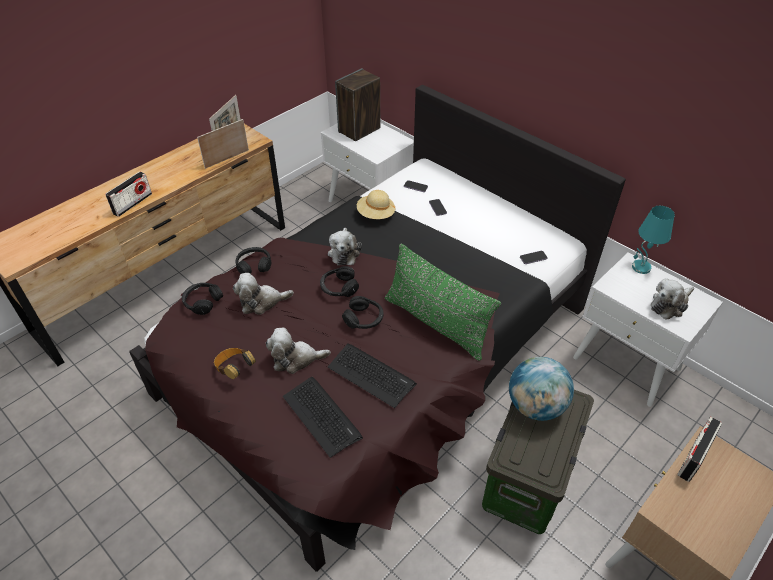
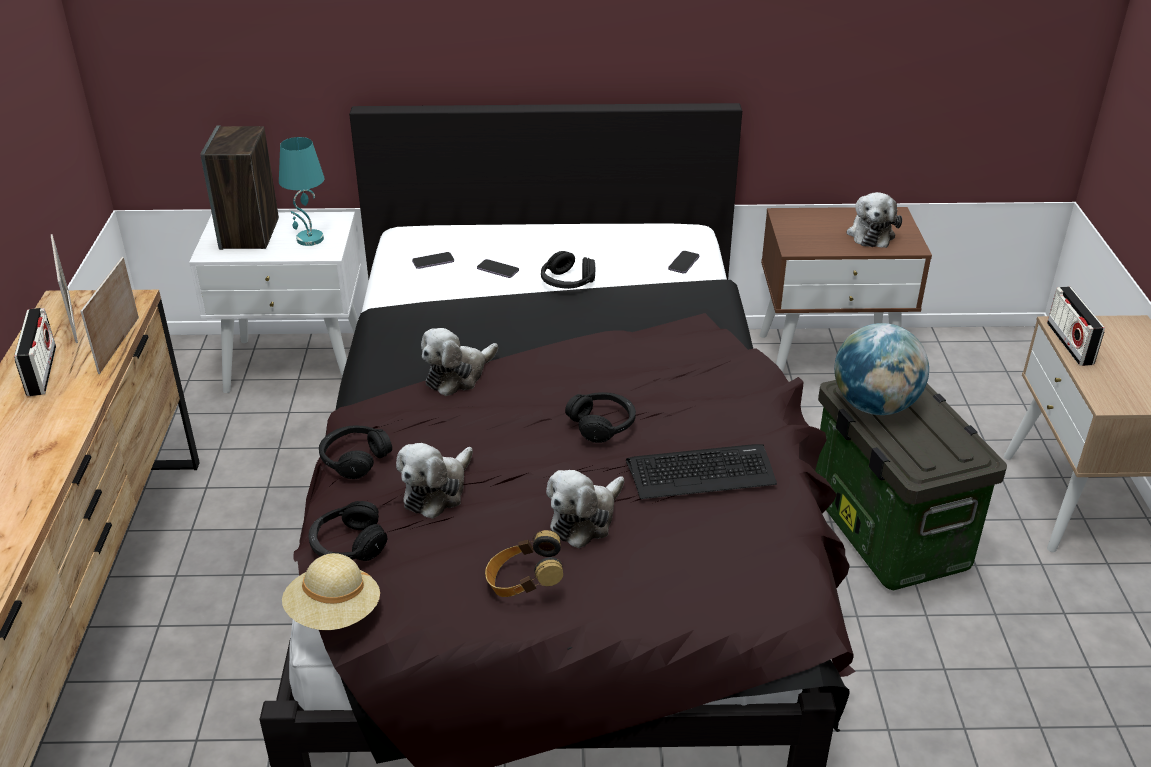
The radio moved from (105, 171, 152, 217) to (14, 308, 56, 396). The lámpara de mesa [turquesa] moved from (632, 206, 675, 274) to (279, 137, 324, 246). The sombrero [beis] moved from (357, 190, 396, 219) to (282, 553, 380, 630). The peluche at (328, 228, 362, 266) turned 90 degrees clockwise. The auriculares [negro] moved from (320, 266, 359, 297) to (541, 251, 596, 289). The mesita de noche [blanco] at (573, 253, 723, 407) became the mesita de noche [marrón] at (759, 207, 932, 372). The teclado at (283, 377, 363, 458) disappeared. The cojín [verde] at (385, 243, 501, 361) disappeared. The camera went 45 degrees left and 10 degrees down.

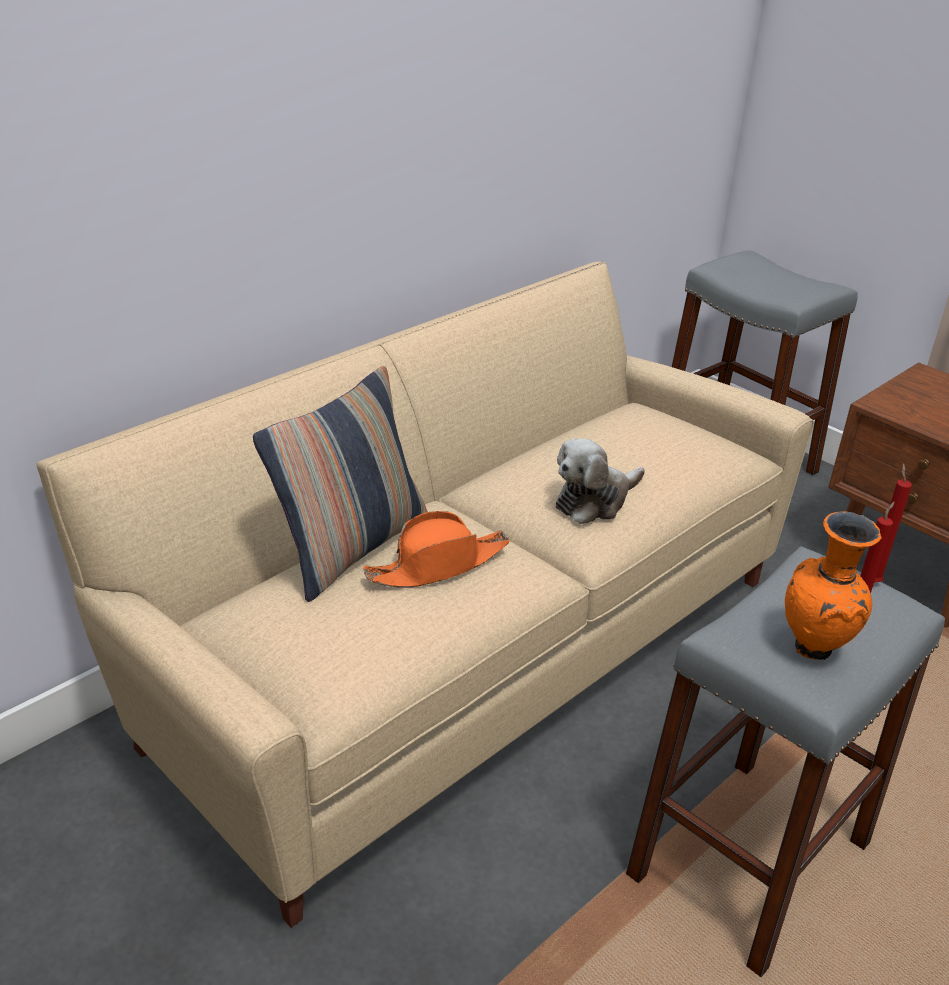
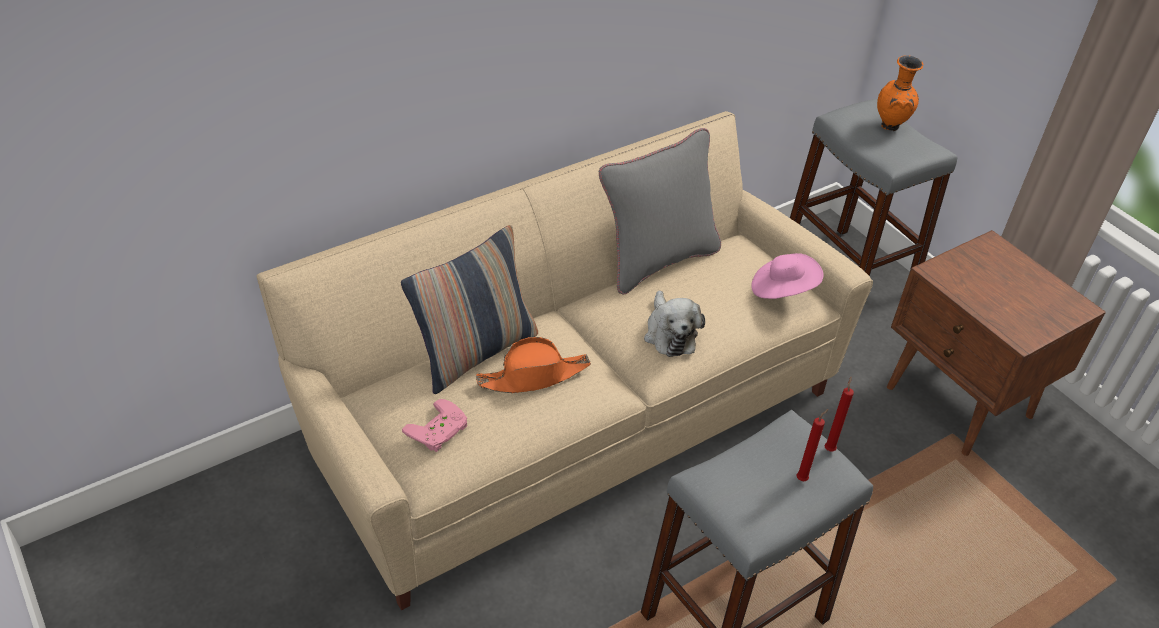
The mando de consola [rosa] at (402, 399, 467, 452) appeared. The cojín [gris] at (599, 128, 721, 294) appeared. The peluche at (556, 439, 645, 524) turned 75 degrees counterclockwise. The sombrero [rosa] at (751, 253, 824, 299) appeared. The florero [naranja] moved from (785, 511, 881, 660) to (877, 55, 923, 131). The camera went 10 degrees right and 10 degrees up.

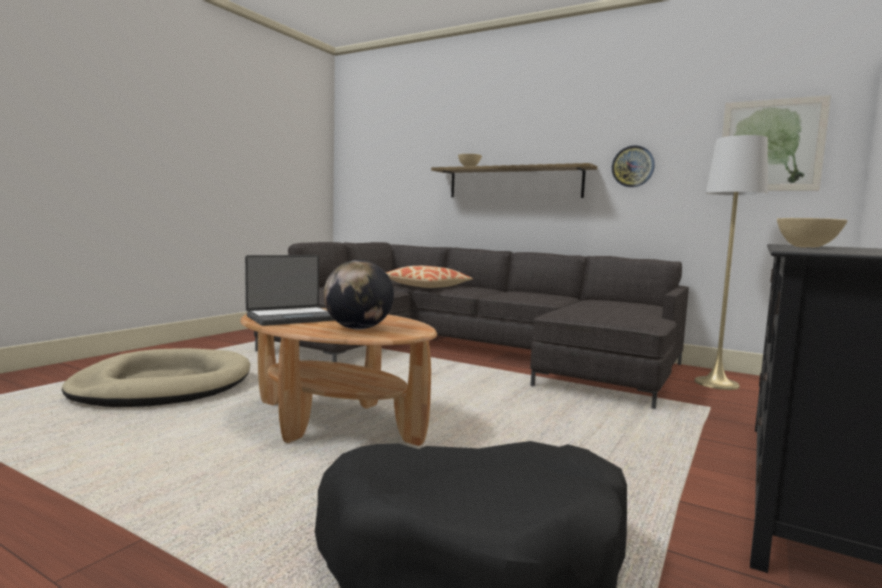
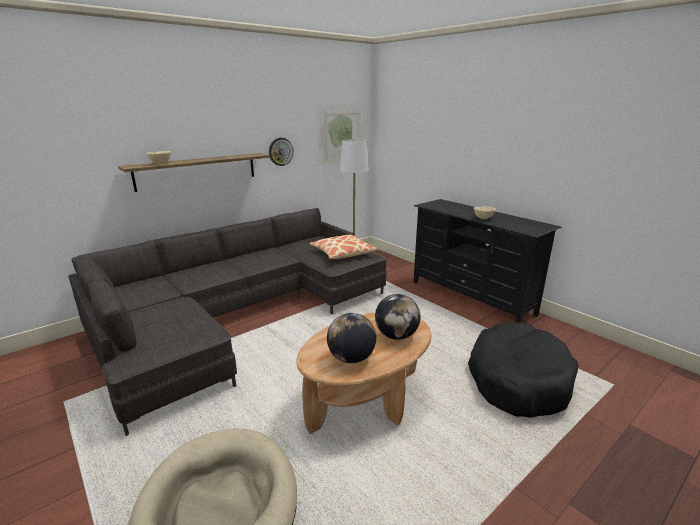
The cojín moved from (386, 266, 473, 288) to (310, 235, 378, 259). The portátil at (245, 255, 335, 326) was replaced by the globo terráqueo at (327, 313, 376, 363). The camera went 70 degrees left and 15 degrees up.

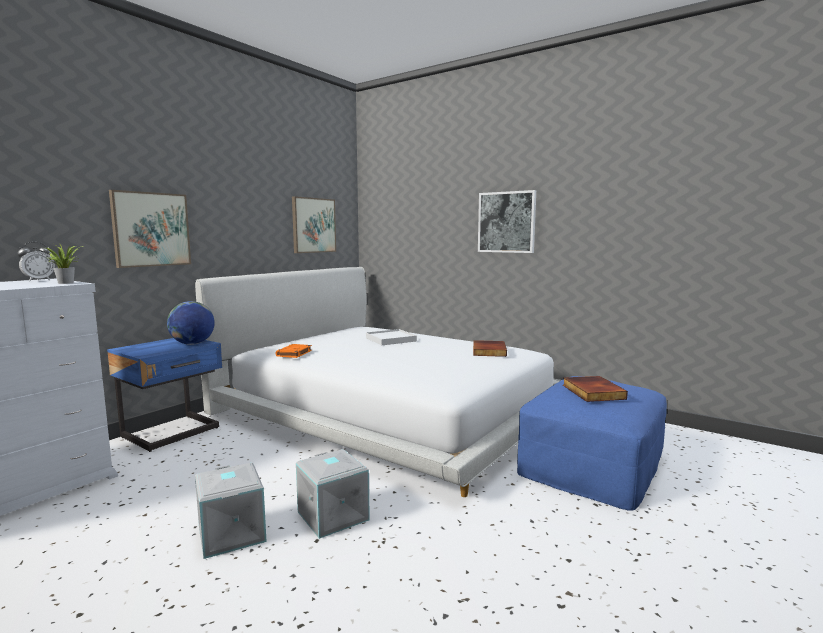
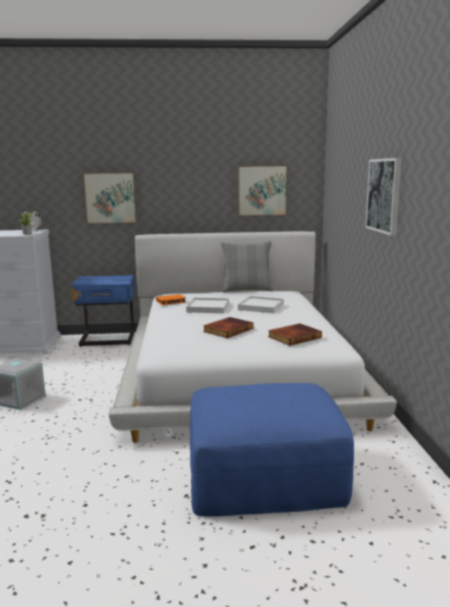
The bandeja [blanco] at (186, 298, 229, 313) appeared. The libro moved from (563, 376, 628, 402) to (203, 317, 253, 338). The cojín [gris] at (221, 241, 273, 292) appeared. The globo terráqueo at (167, 301, 215, 345) disappeared. The caja de almacenaje [gris] at (296, 449, 370, 539) disappeared. The camera went 50 degrees right and 5 degrees up.

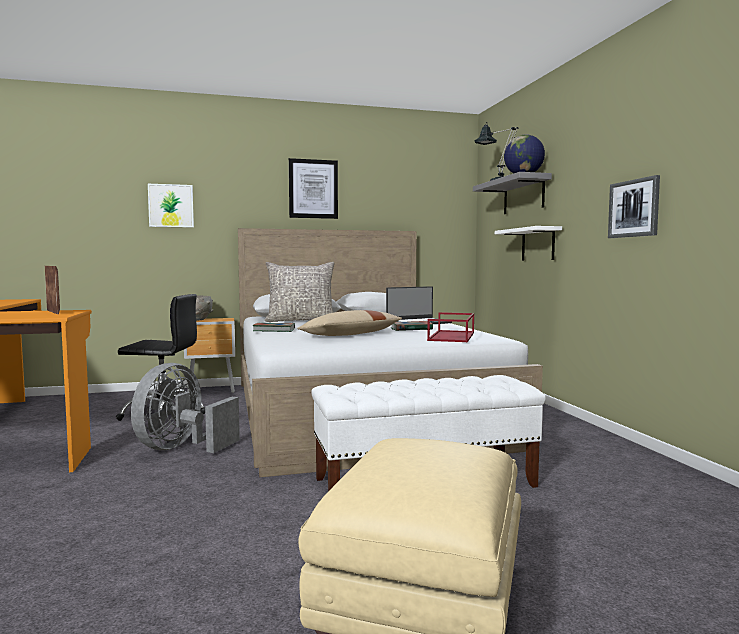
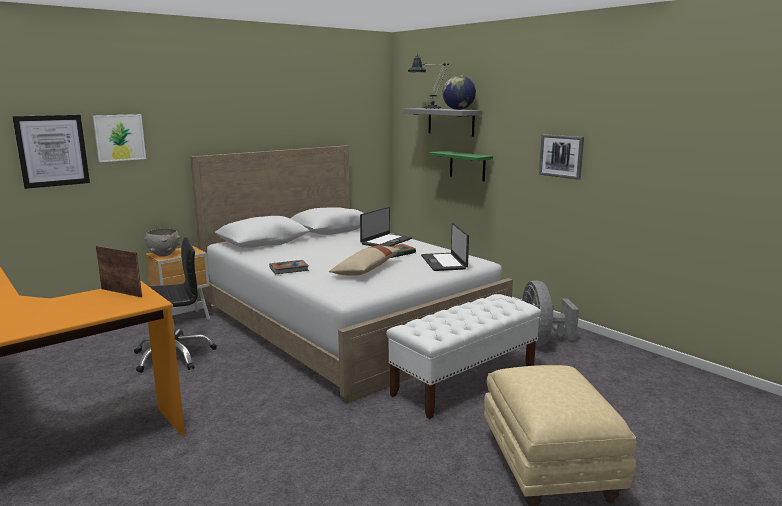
The cuadro moved from (289, 158, 338, 219) to (12, 115, 90, 189). The bandeja [rojo] at (427, 312, 474, 342) was replaced by the portátil at (421, 223, 469, 271). The estante [blanco] at (495, 226, 562, 260) became the estante [verde] at (429, 151, 493, 181). The ventilador [gris] moved from (131, 363, 240, 453) to (521, 280, 579, 345). The cojín [gris] at (264, 262, 334, 322) disappeared. The camera went 25 degrees left and 10 degrees up.

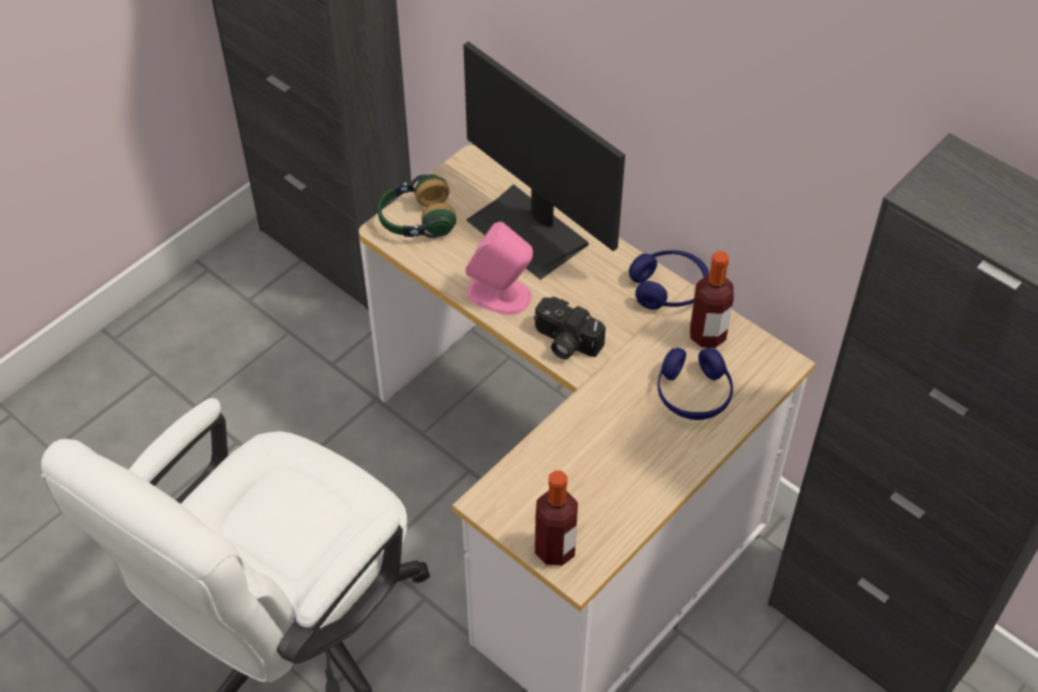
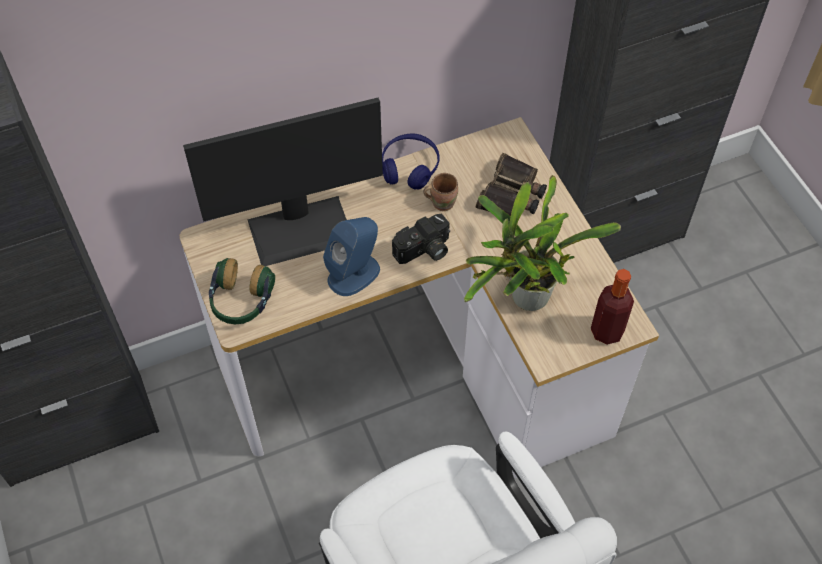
The altavoz [rosa] at (466, 222, 533, 315) became the altavoz [azul] at (323, 217, 380, 296). The taza grande [marrón] at (424, 173, 458, 211) appeared. The planta en maceta at (464, 175, 621, 311) appeared. The auriculares [azul] at (658, 348, 733, 420) was replaced by the prismáticos at (476, 153, 547, 217). The botella at (690, 251, 734, 348) disappeared. The camera went 65 degrees left and 5 degrees up.

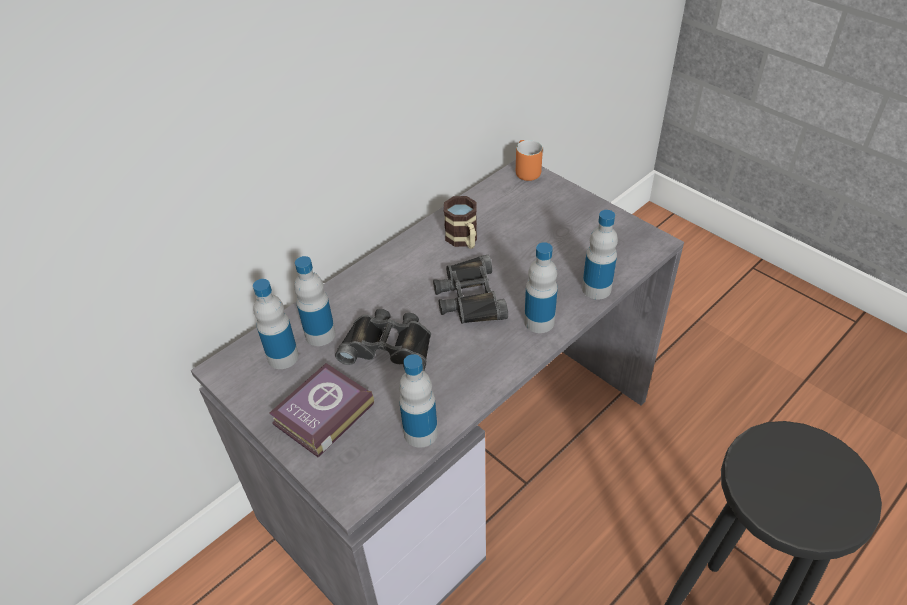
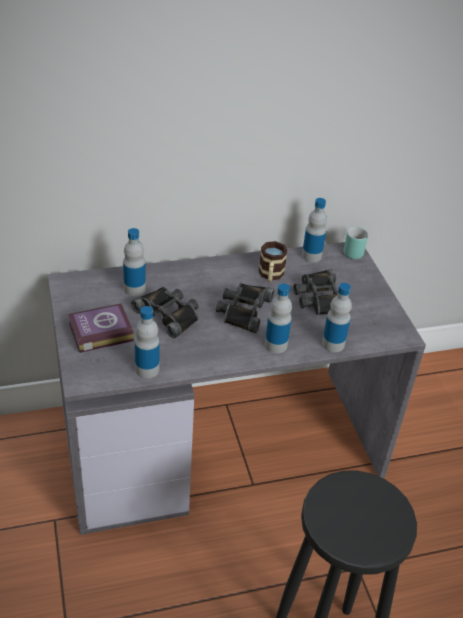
The prismáticos [negro] at (294, 269, 351, 315) appeared. The botella moved from (253, 279, 299, 369) to (302, 198, 327, 262). The taza grande [naranja] at (516, 140, 543, 181) became the taza grande [turquesa] at (344, 227, 368, 259). The camera went 25 degrees right and 5 degrees down.

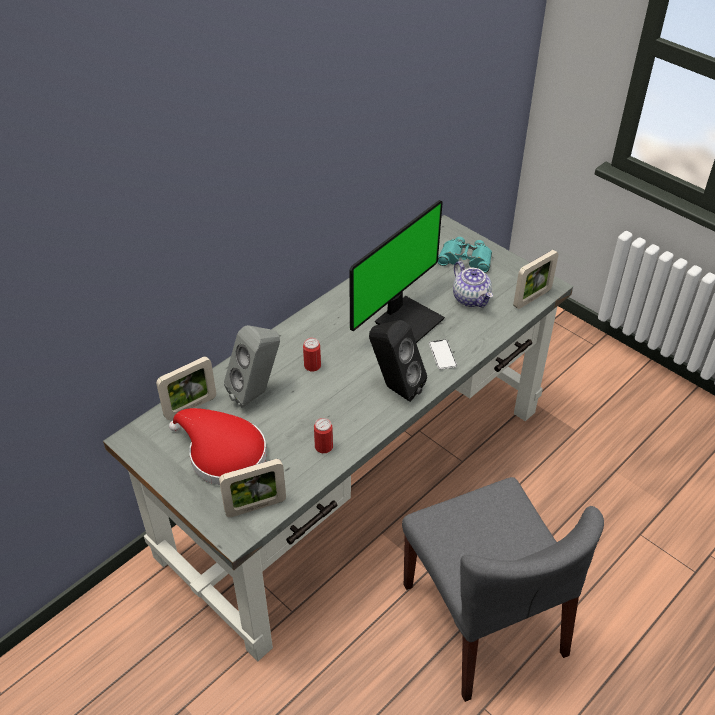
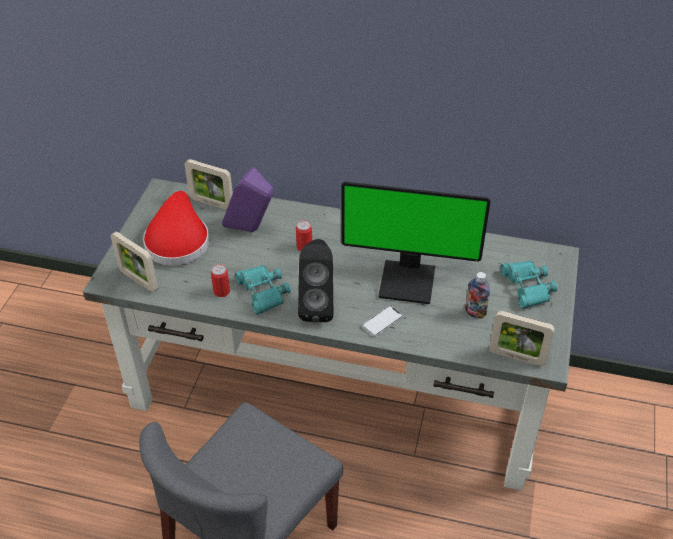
The altavoz [gris] at (224, 325, 280, 408) became the altavoz [morado] at (222, 167, 273, 232). The prismáticos [turquesa] at (235, 265, 291, 315) appeared. The tetera at (453, 261, 493, 308) was replaced by the botella at (465, 272, 490, 319). The camera went 60 degrees right and 0 degrees up.

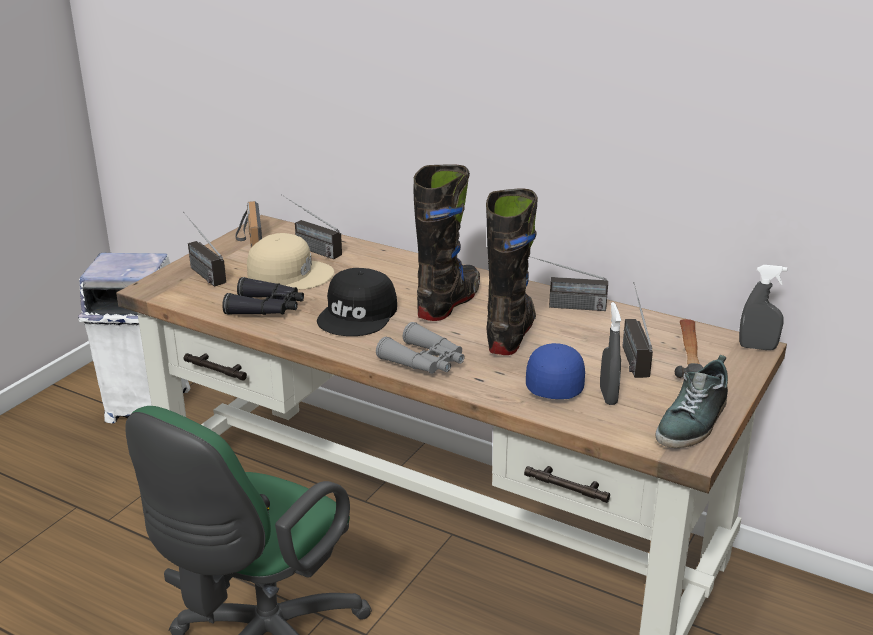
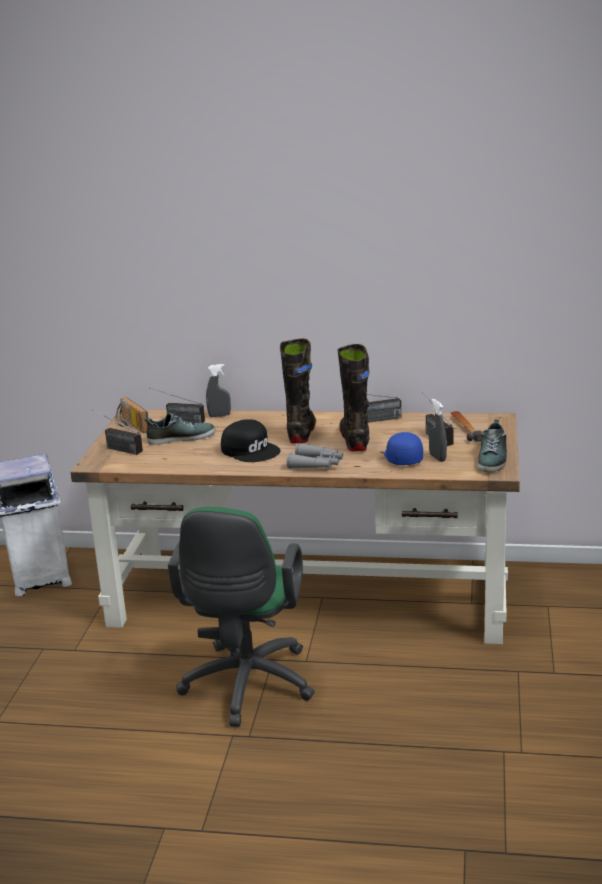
The gorra [beis] at (247, 233, 335, 290) was replaced by the zapato at (144, 413, 215, 445). The pulverizador [gris] moved from (739, 265, 787, 350) to (206, 364, 231, 417). The gorra [negro] at (317, 268, 397, 336) turned 45 degrees counterclockwise. The prismáticos [negro] at (222, 277, 304, 315) disappeared. The camera went 20 degrees left and 5 degrees down.

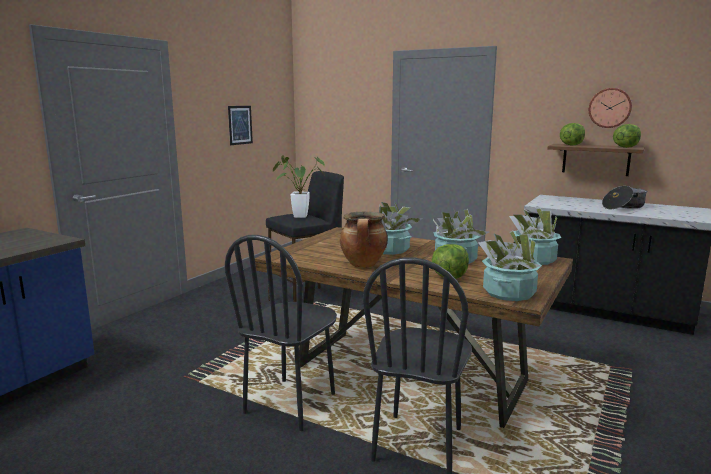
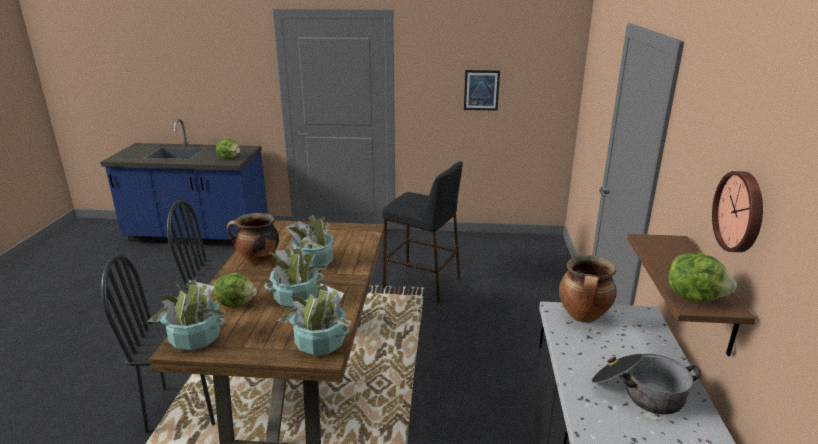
The lechuga moved from (560, 123, 585, 146) to (216, 138, 240, 159). The olla at (559, 255, 617, 323) appeared. The planta en maceta at (272, 155, 325, 218) disappeared. The camera went 65 degrees right and 10 degrees up.

